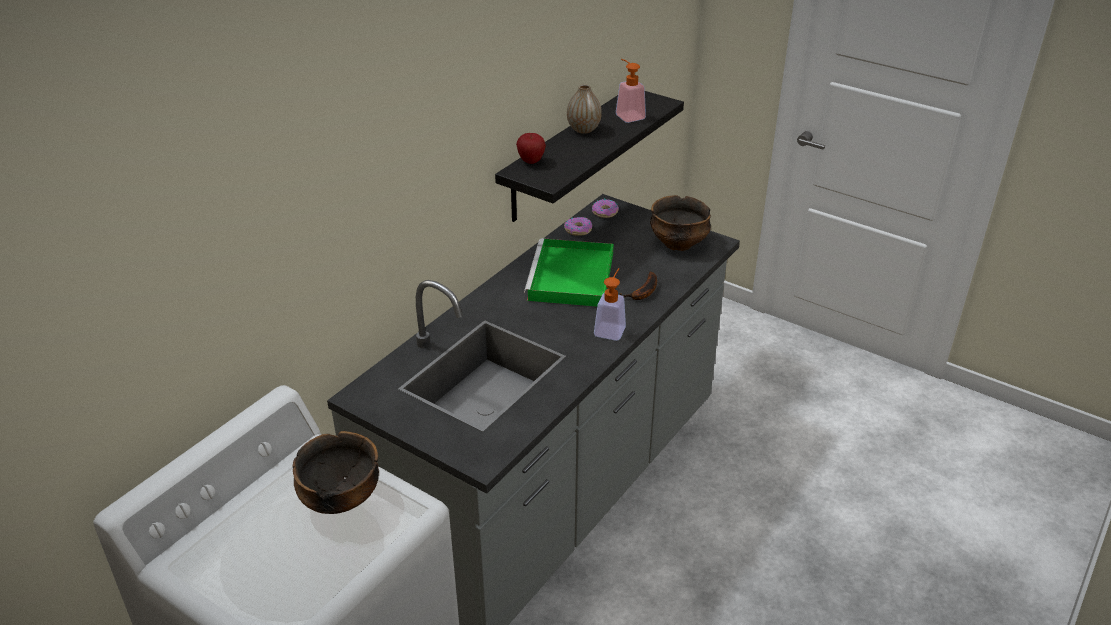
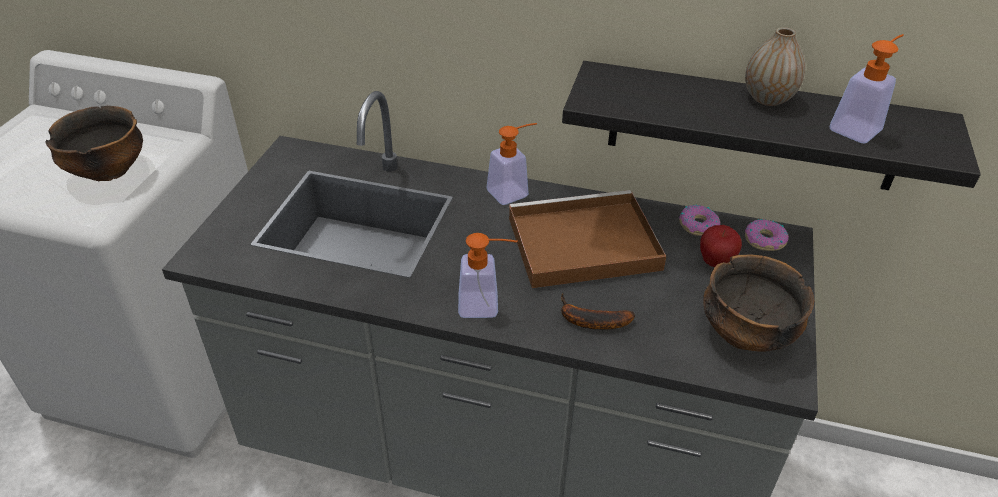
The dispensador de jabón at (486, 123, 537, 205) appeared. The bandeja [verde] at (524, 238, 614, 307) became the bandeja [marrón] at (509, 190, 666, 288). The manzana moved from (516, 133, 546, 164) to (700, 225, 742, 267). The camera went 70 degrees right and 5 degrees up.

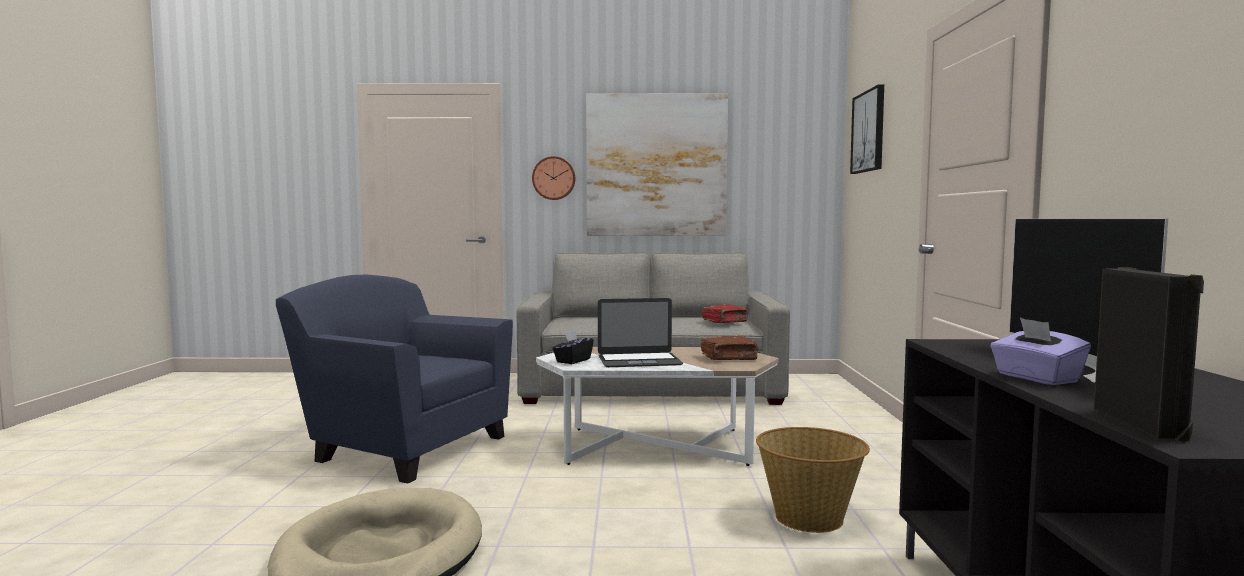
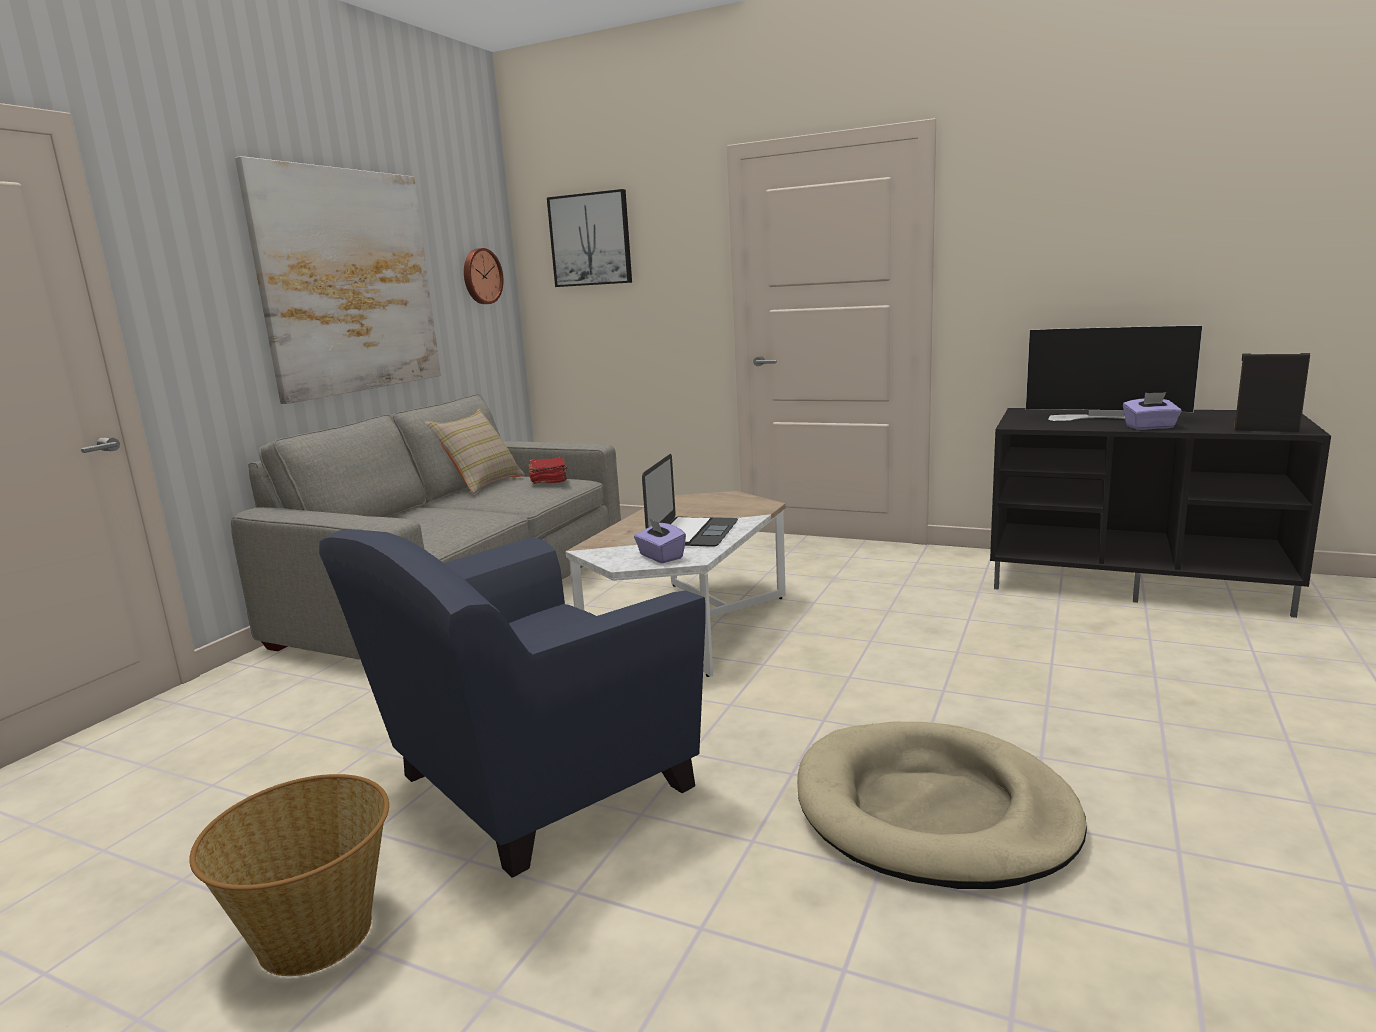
The cesta moved from (756, 427, 870, 533) to (189, 774, 389, 976). The cojín [beis] at (425, 409, 525, 494) appeared. The reloj de pared moved from (532, 156, 575, 200) to (464, 248, 504, 304). The caja de pañuelos [negro] at (552, 330, 594, 364) became the caja de pañuelos [morado] at (634, 518, 686, 563). The libro [marrón] at (701, 335, 759, 360) disappeared. The camera went 65 degrees left and 10 degrees up.

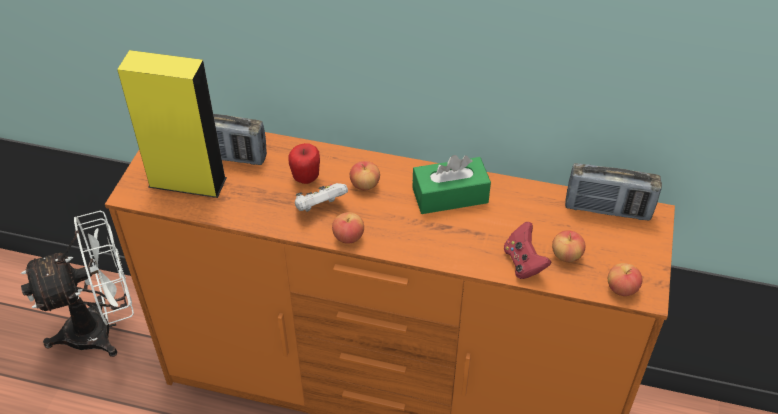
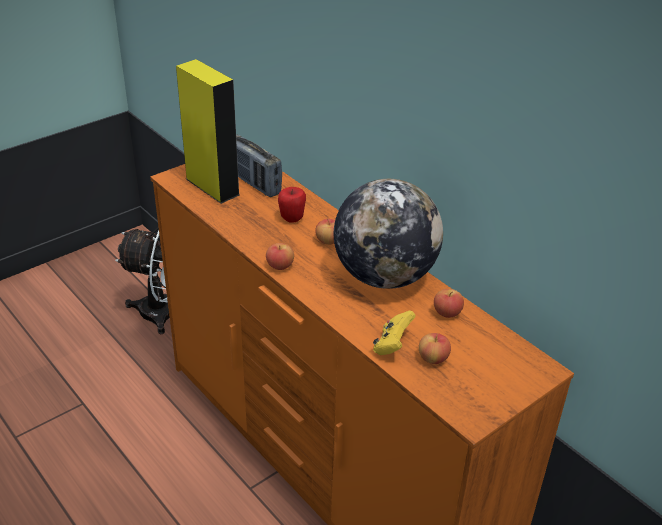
The caja de pañuelos [verde] at (413, 155, 491, 214) was replaced by the globo terráqueo at (334, 179, 443, 289). The mando de consola [rojo] at (504, 222, 551, 279) became the mando de consola [amarillo] at (373, 311, 416, 355). The manzana moved from (608, 263, 643, 296) to (434, 289, 464, 318). The mando de consola [blanco] at (295, 183, 348, 212) disappeared. The radio at (565, 163, 662, 220) disappeared. The camera went 35 degrees right and 10 degrees down.

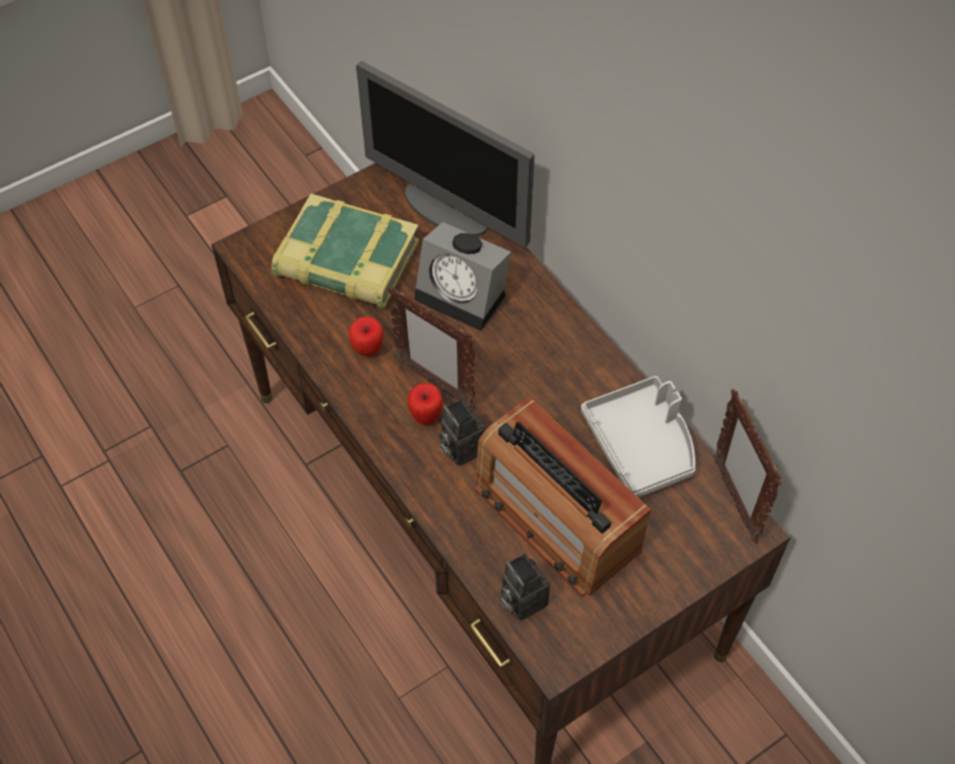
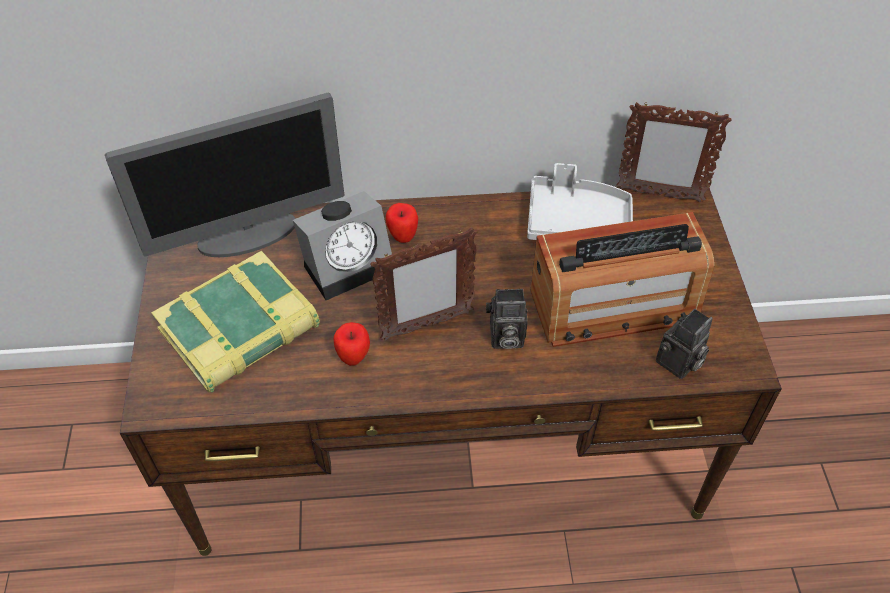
The manzana moved from (408, 383, 443, 425) to (386, 203, 418, 243). The cámara at (500, 554, 550, 621) turned 45 degrees counterclockwise. The camera went 60 degrees left and 5 degrees down.

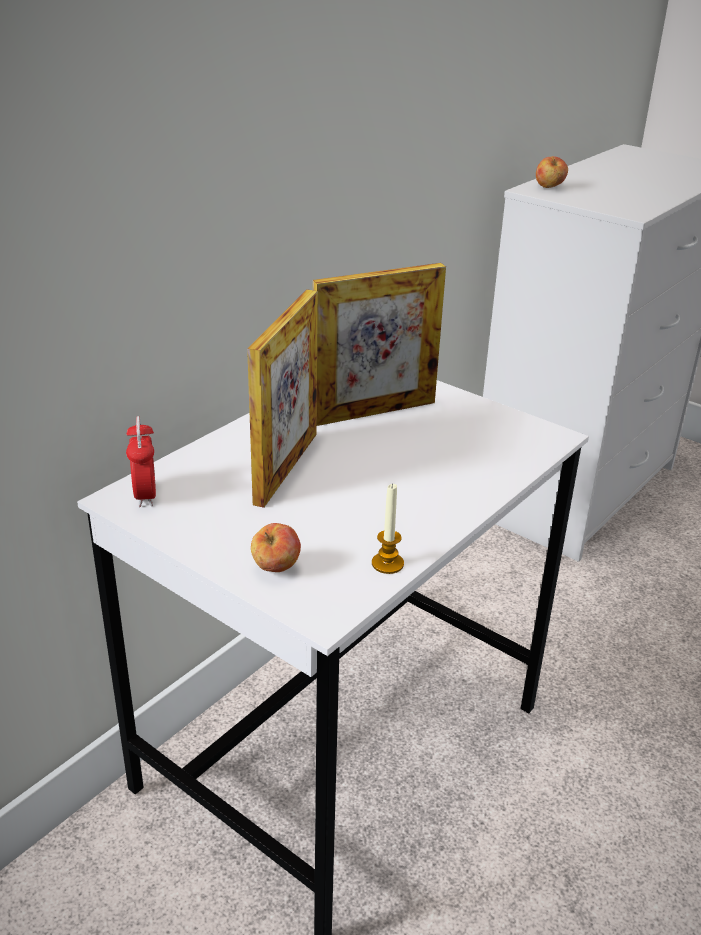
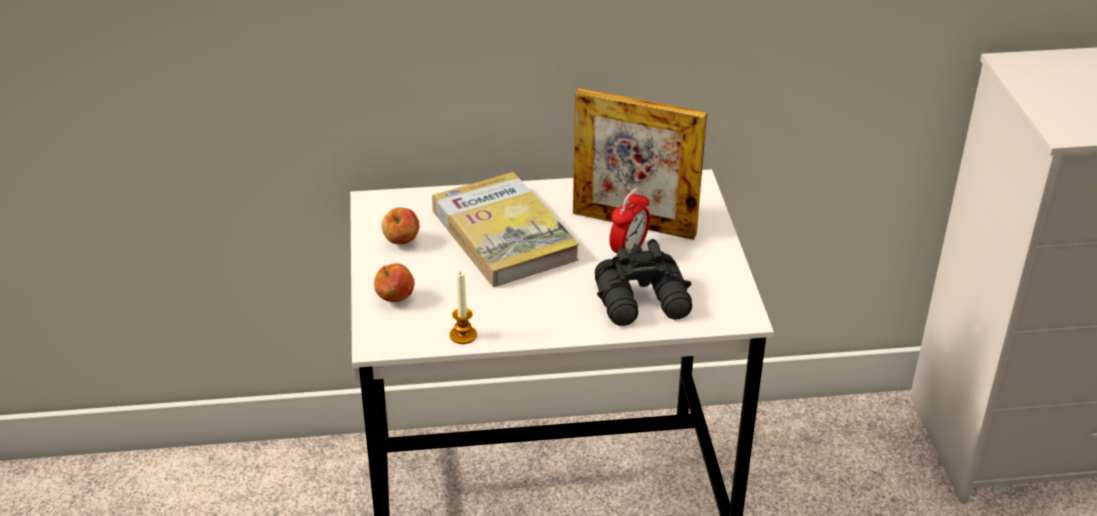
The manzana moved from (536, 156, 568, 188) to (382, 207, 419, 244). The portarretratos at (247, 289, 318, 508) was replaced by the libro at (432, 172, 579, 287). The prismáticos [negro] at (595, 239, 692, 326) appeared. The despertador moved from (126, 416, 156, 507) to (609, 188, 650, 257). The camera went 45 degrees right and 5 degrees up.

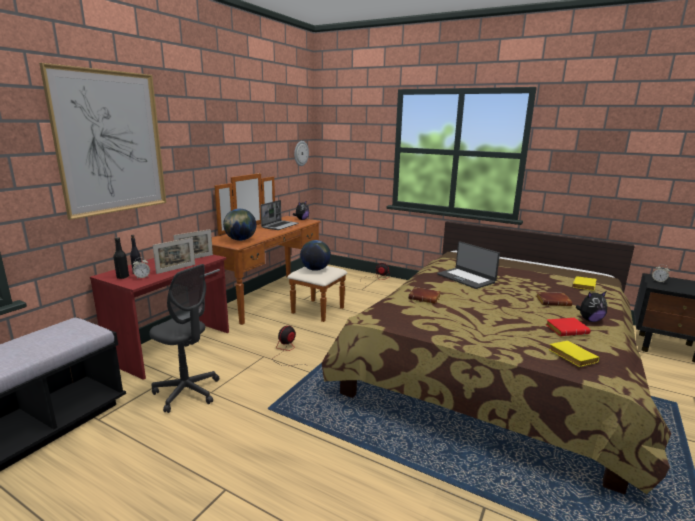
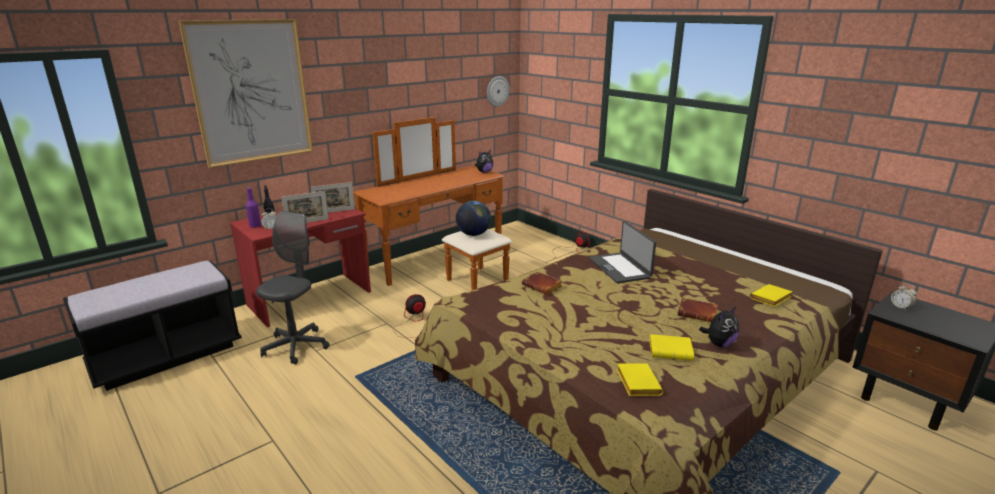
The botella [negro] at (113, 237, 129, 279) became the botella [morado] at (246, 187, 261, 228). The silla de oficina [gris] at (149, 264, 219, 413) turned 120 degrees counterclockwise. The libro [rojo] at (546, 318, 591, 336) became the libro [amarillo] at (649, 334, 694, 361). The peluche at (576, 291, 607, 322) turned 45 degrees counterclockwise. The globo terráqueo at (223, 209, 256, 241) disappeared. The portátil at (261, 200, 298, 230) disappeared. The camera went 20 degrees right and 5 degrees up.

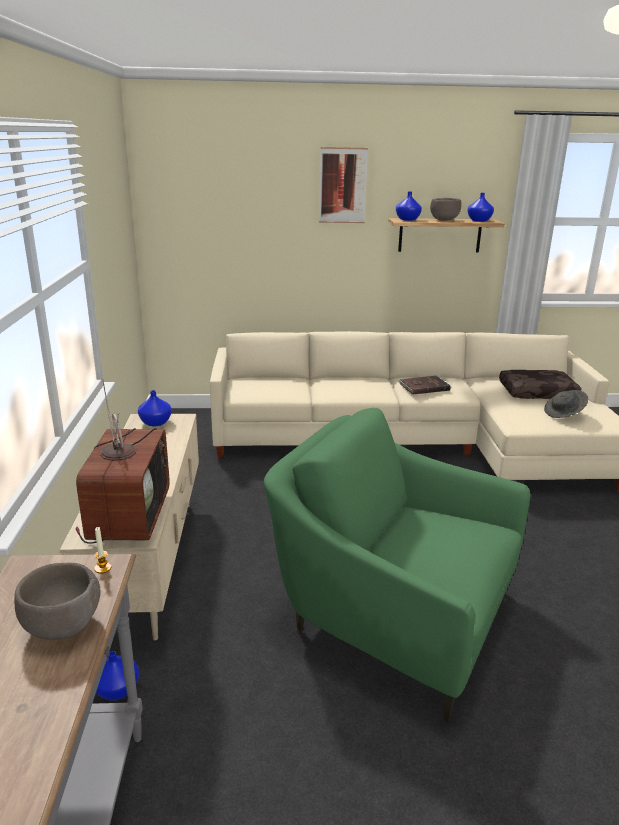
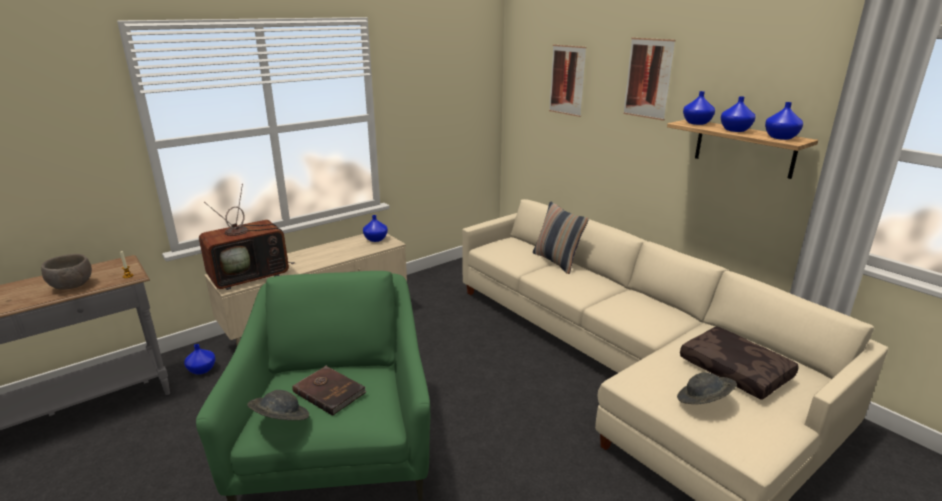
The sombrero [gris] at (247, 390, 309, 420) appeared. The libro [marrón] moved from (399, 376, 450, 395) to (292, 366, 366, 416). The cojín at (533, 201, 589, 274) appeared. The cuadro at (549, 45, 586, 117) appeared. The cuenco [marrón] at (430, 198, 461, 221) was replaced by the florero [azul] at (721, 96, 756, 132). The camera went 55 degrees right and 0 degrees up.

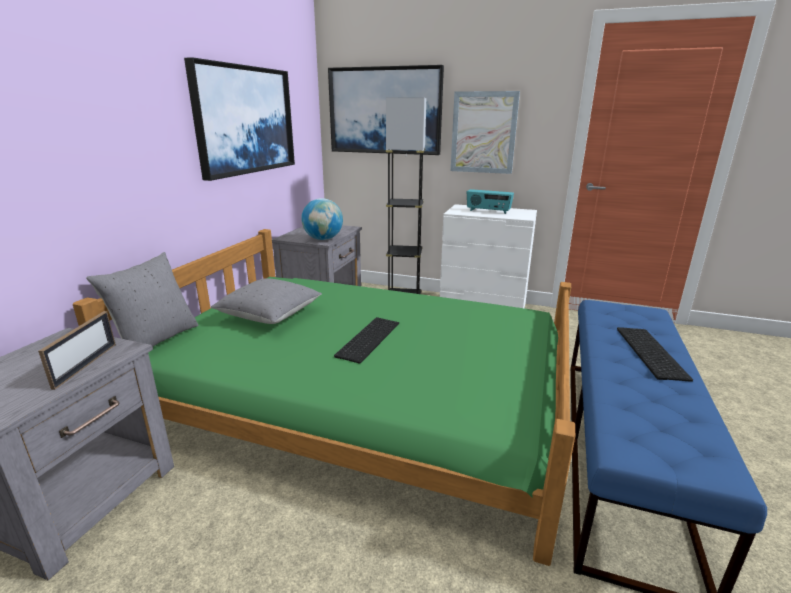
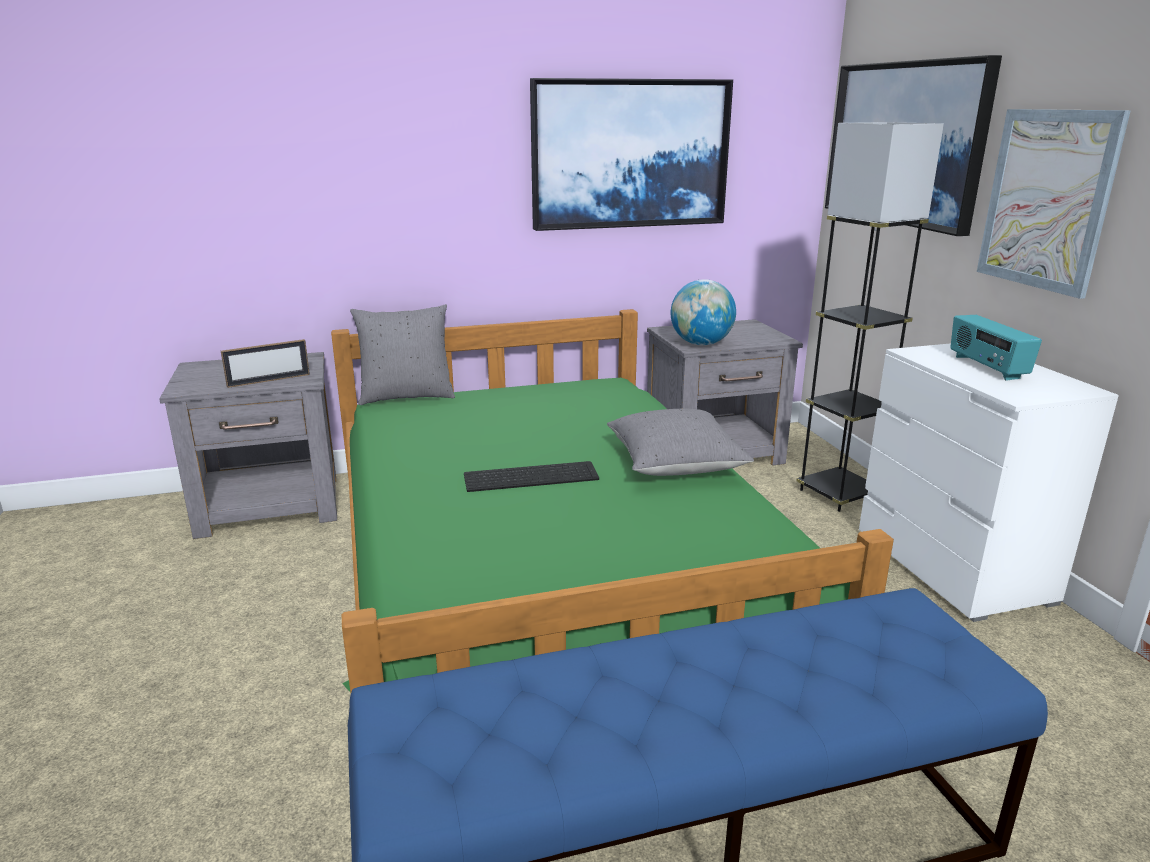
The cojín [gris] moved from (211, 278, 322, 324) to (607, 409, 754, 476). The teclado at (617, 327, 693, 382) disappeared. The camera went 55 degrees right and 0 degrees up.

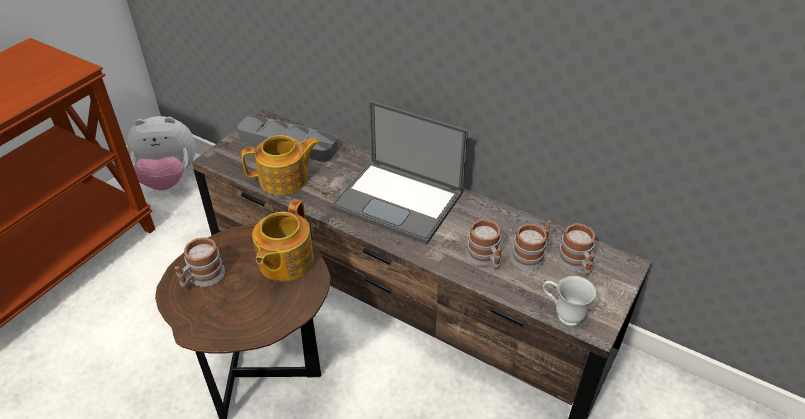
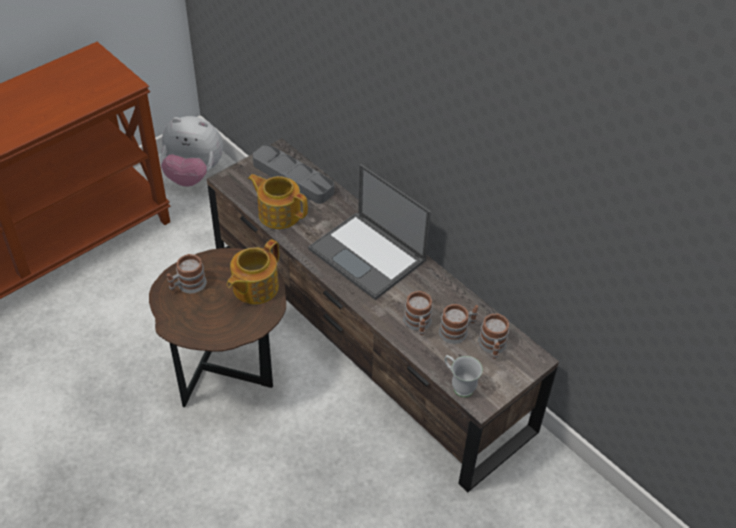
The tetera at (241, 135, 320, 195) turned 150 degrees counterclockwise. The camera went 15 degrees right and 5 degrees up.

